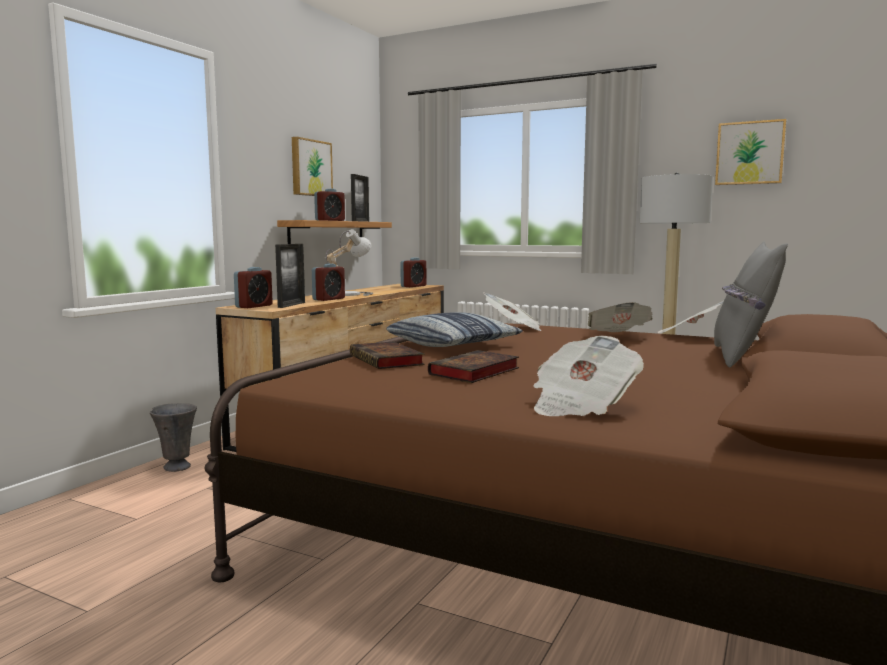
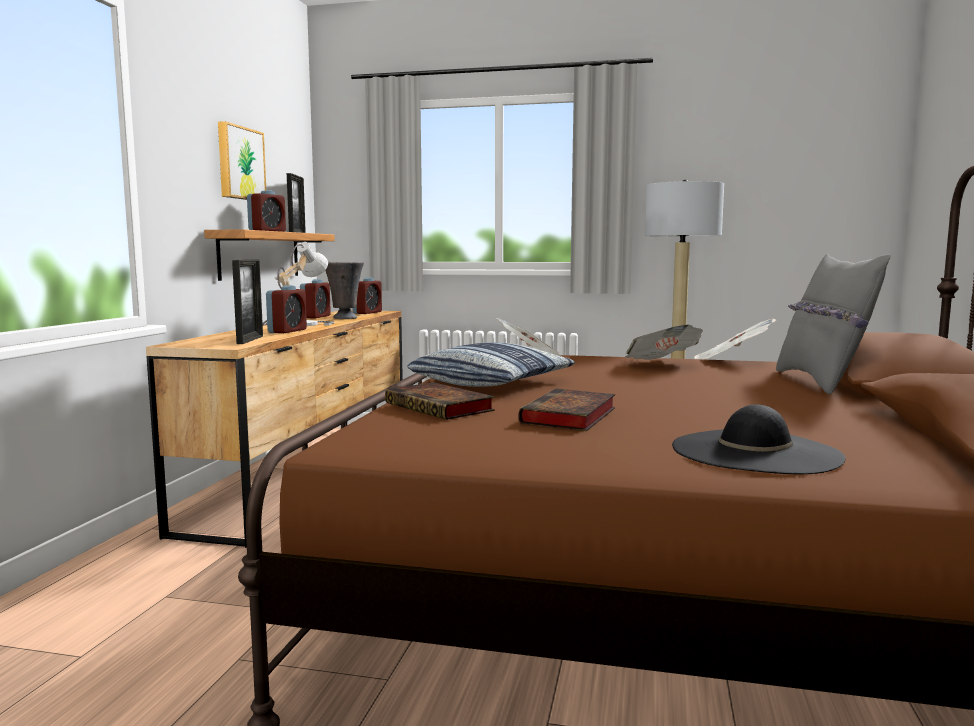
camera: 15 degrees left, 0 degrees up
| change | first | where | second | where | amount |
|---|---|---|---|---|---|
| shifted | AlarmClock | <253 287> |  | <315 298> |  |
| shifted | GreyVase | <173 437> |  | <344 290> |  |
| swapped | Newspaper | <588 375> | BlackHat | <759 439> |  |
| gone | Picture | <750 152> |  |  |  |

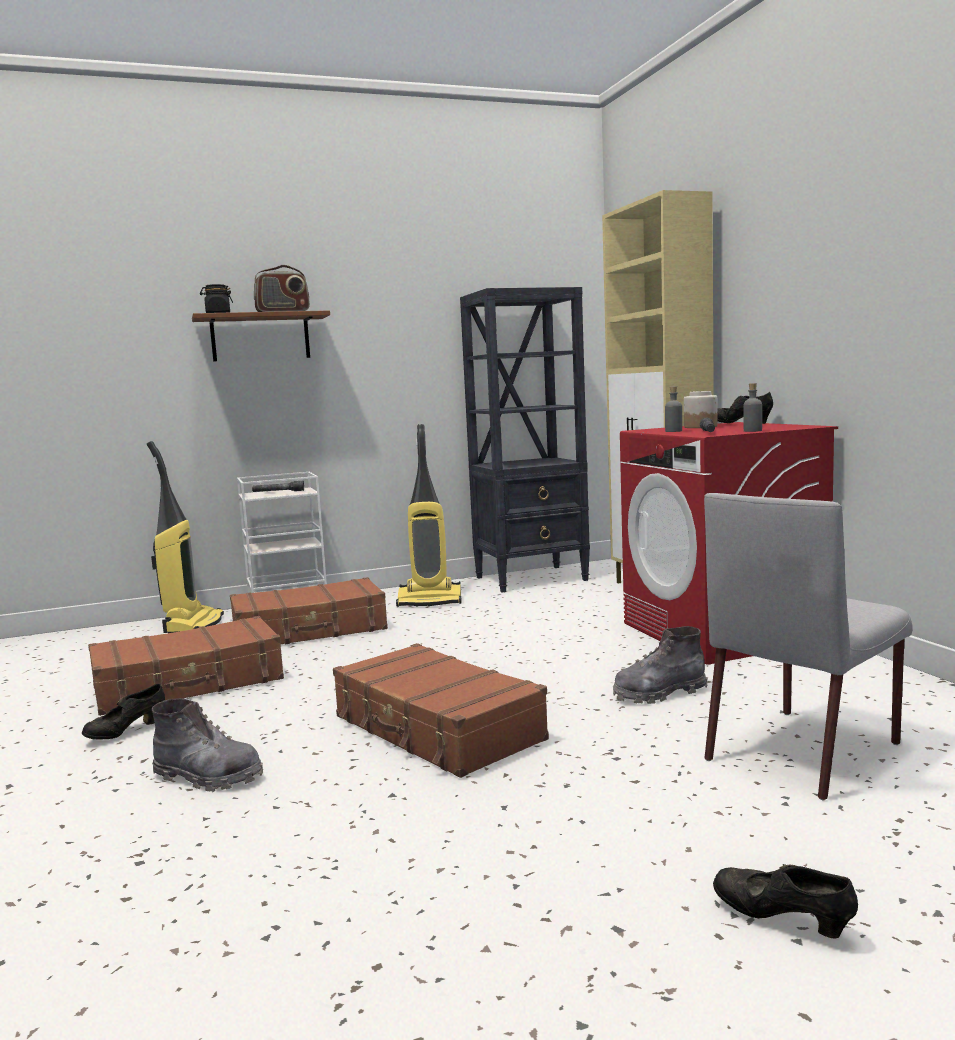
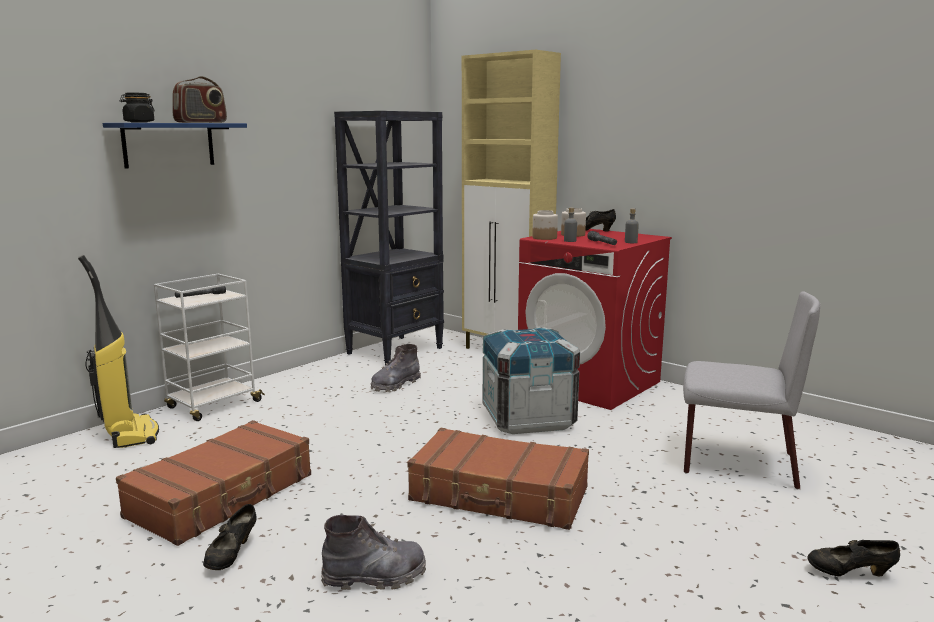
camera: 30 degrees left, 5 degrees up
| change | first | where | second | where | amount |
|---|---|---|---|---|---|
| repainted | BrownShelf | <261 335> | BlueShelf | <175 145> |  |
| shifted | GreyBoot | <660 665> |  | <396 368> |  |
| new |  |  | Crate | <531 380> |  |
| new |  |  | Jar | <545 225> |  |
| rotated | GreyChair | <808 646> |  | <751 390> | 90 degrees counterclockwise |
| gone | BrownSuitcase | <309 611> |  |  |  |
| gone | VacuumCleaner | <429 515> |  |  |  |

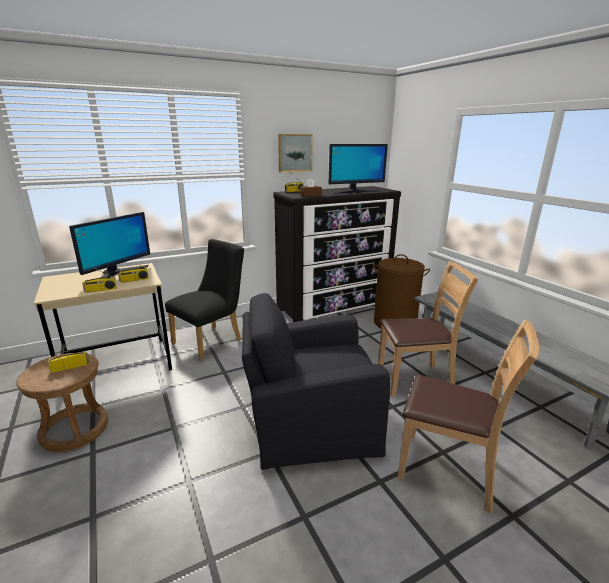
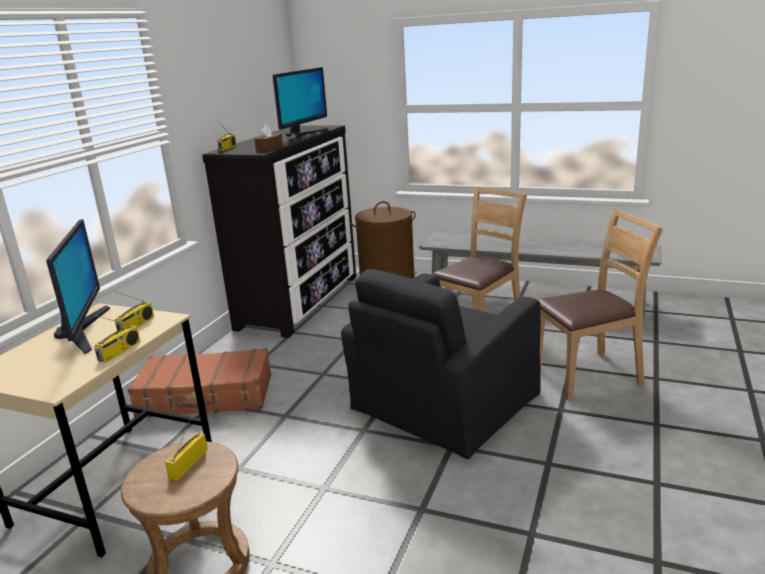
camera: 40 degrees left, 0 degrees up
| change | first | where | second | where | amount |
|---|---|---|---|---|---|
| swapped | BlackChair | <204 300> | BrownSuitcase | <199 382> |  |
| gone | Picture | <295 153> |  |  |  |

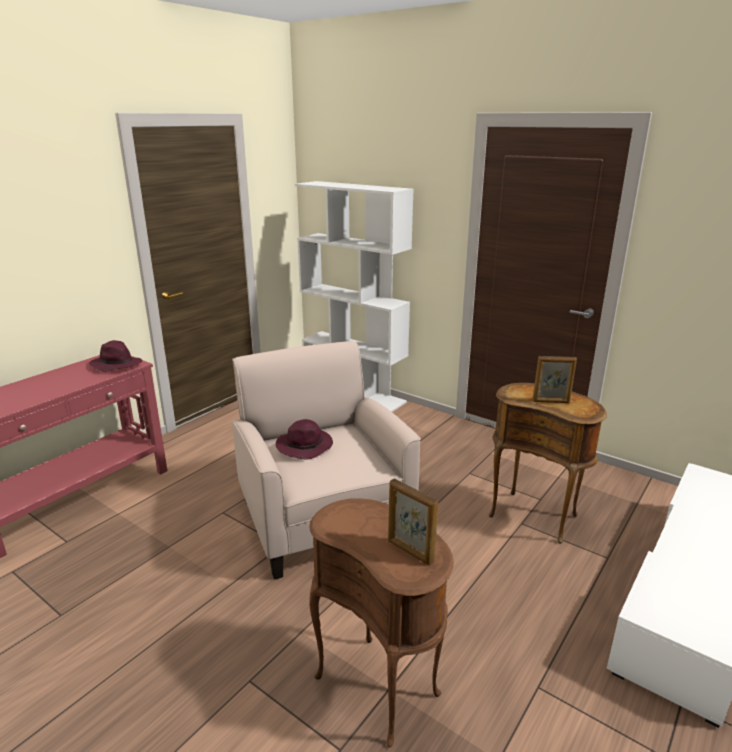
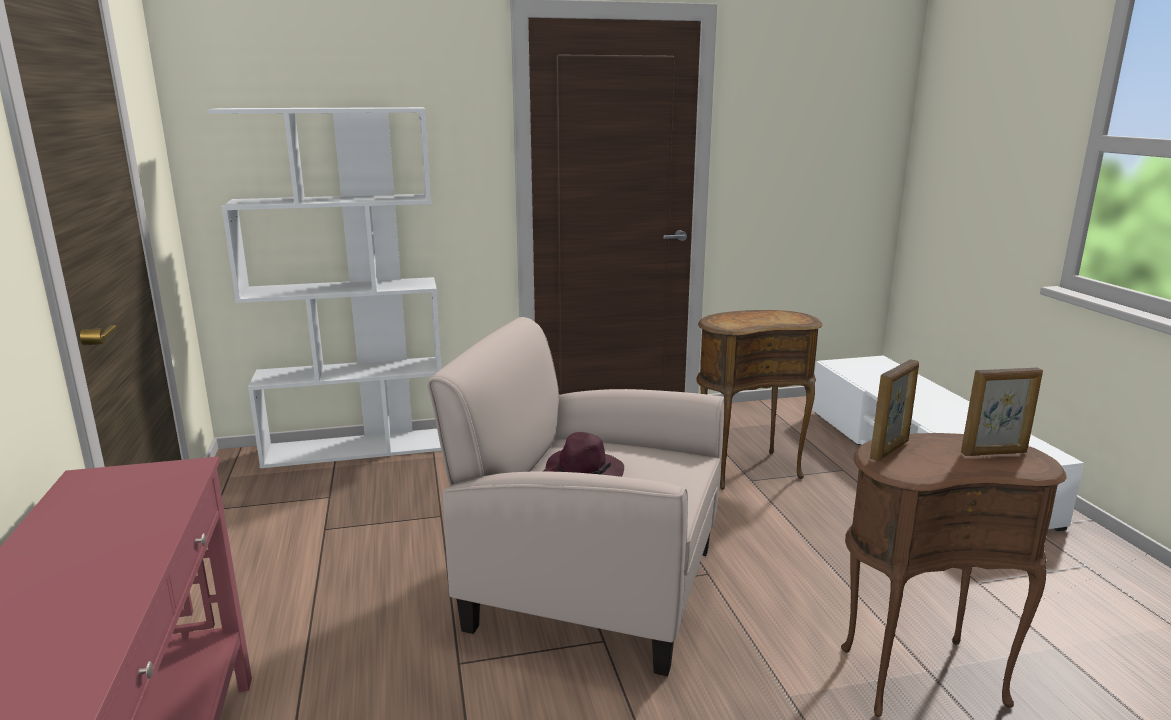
camera: 50 degrees left, 5 degrees down
| change | first | where | second | where | amount |
|---|---|---|---|---|---|
| shifted | PictureFrame | <555 379> |  | <894 410> |  |
| gone | PurpleHat | <115 356> |  |  |  |

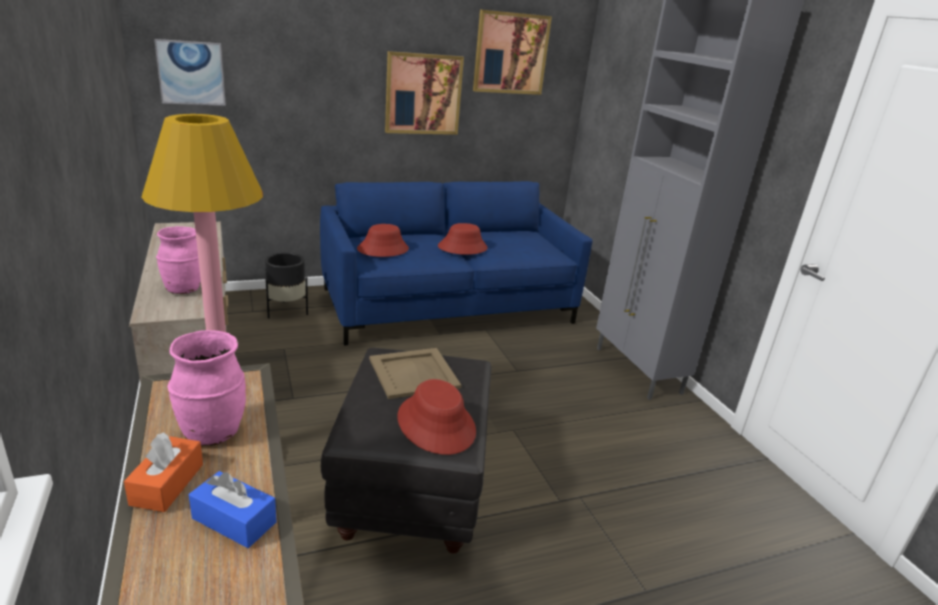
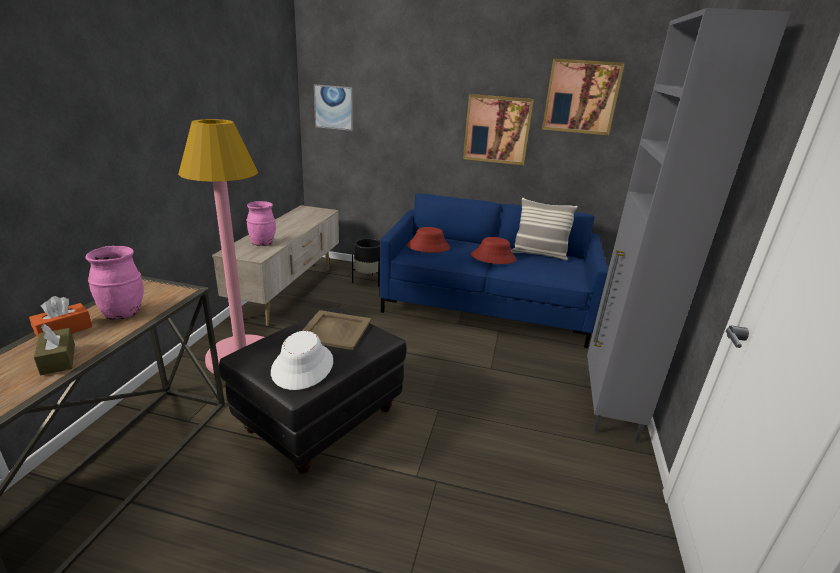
camera: 35 degrees right, 0 degrees up
| change | first | where | second | where | amount |
|---|---|---|---|---|---|
| repainted | BlueTissueBox | <233 509> | BrownTissueBox | <54 349> |  |
| repainted | RedHat | <436 417> | WhiteHat | <302 360> |  |
| new |  |  | Pillow | <545 229> |  |

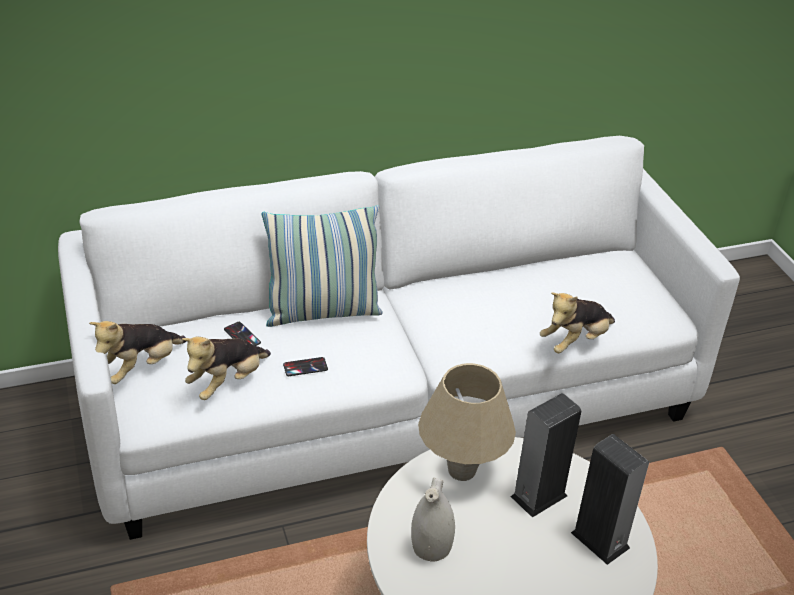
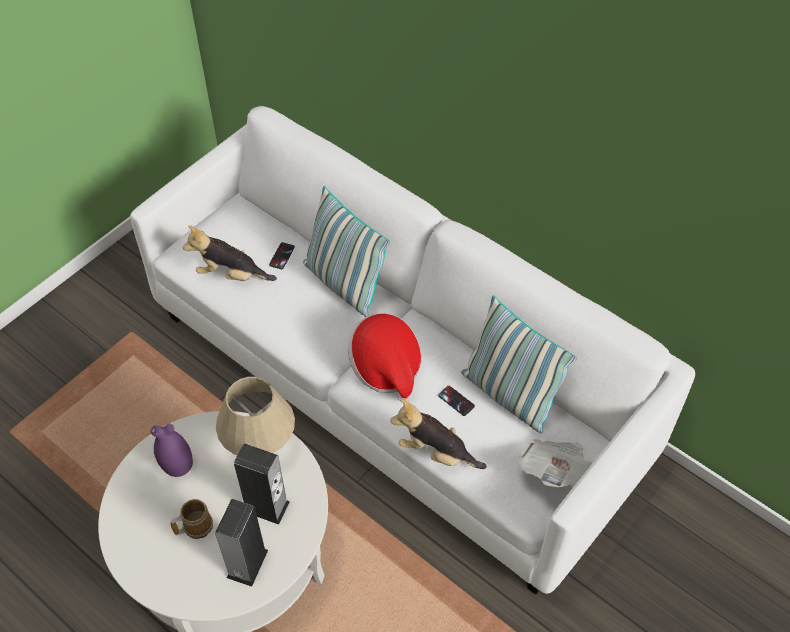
camera: 60 degrees right, 15 degrees up
| change | first | where | second | where | amount |
|---|---|---|---|---|---|
| repainted | WhiteVase | <433 520> | PurpleVase | <171 450> |  |
| new |  |  | Mug | <191 519> |  |
| new |  |  | Hat | <384 357> |  |
| shifted | Phone | <305 366> |  | <456 401> |  |
| new |  |  | Pillow | <519 364> |  |
| new |  |  | Newspaper | <555 463> |  |
| gone | PlushToy | <137 352> |  |  |  |

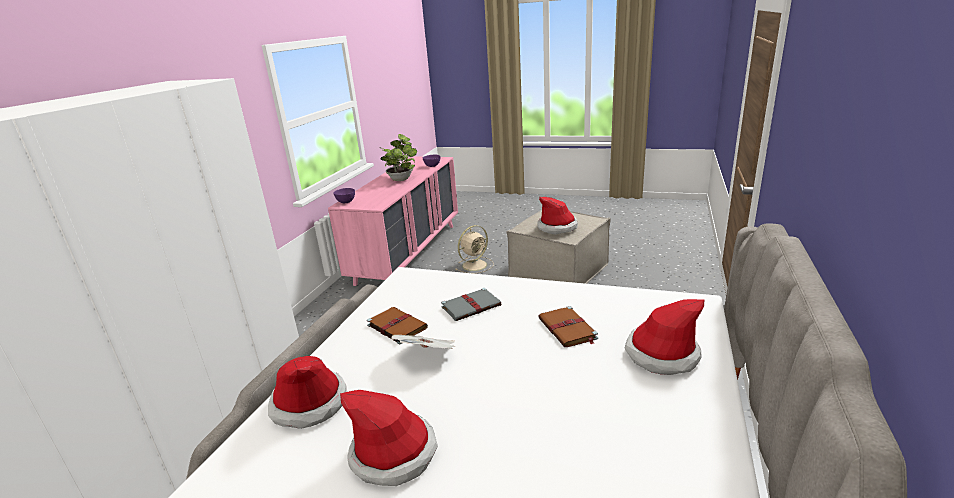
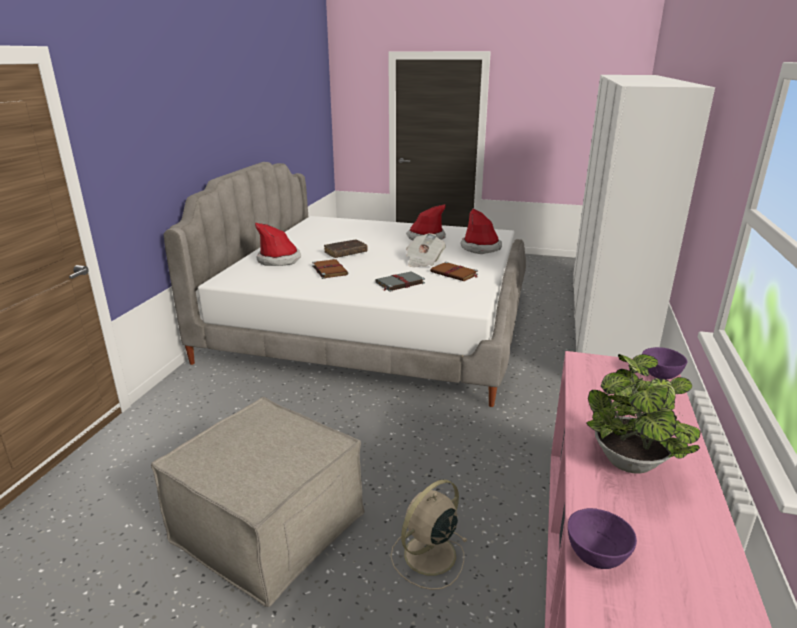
camera: 175 degrees right, 0 degrees up
| change | first | where | second | where | amount |
|---|---|---|---|---|---|
| new |  |  | BrownBook | <346 248> |  |
| gone | Hat | <558 215> |  |  |  |

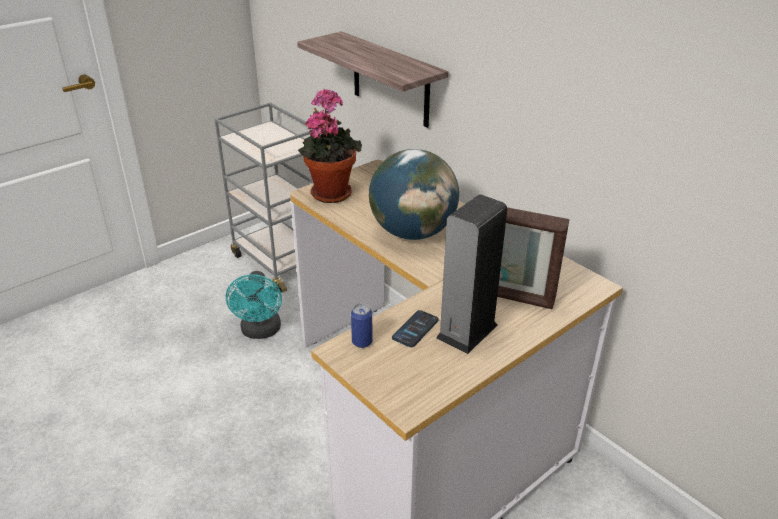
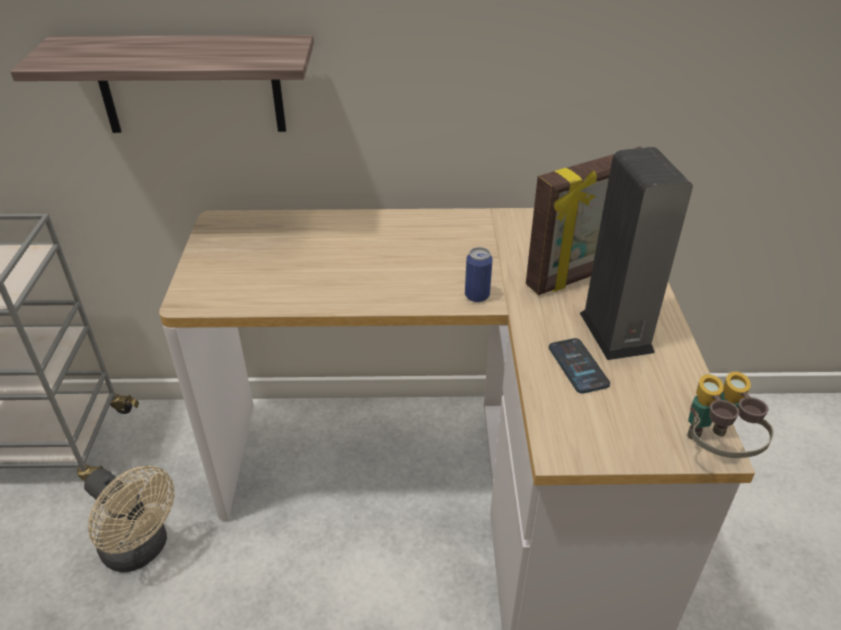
camera: 50 degrees left, 5 degrees up
| change | first | where | second | where | amount |
|---|---|---|---|---|---|
| repainted | TurquoiseFan | <254 305> | BeigeFan | <129 519> |  |
| shifted | Can | <362 325> |  | <479 274> |  |
| new |  |  | Binoculars | <730 415> |  |
| gone | PottedPlant | <330 146> |  |  |  |
| gone | Globe | <414 194> |  |  |  |

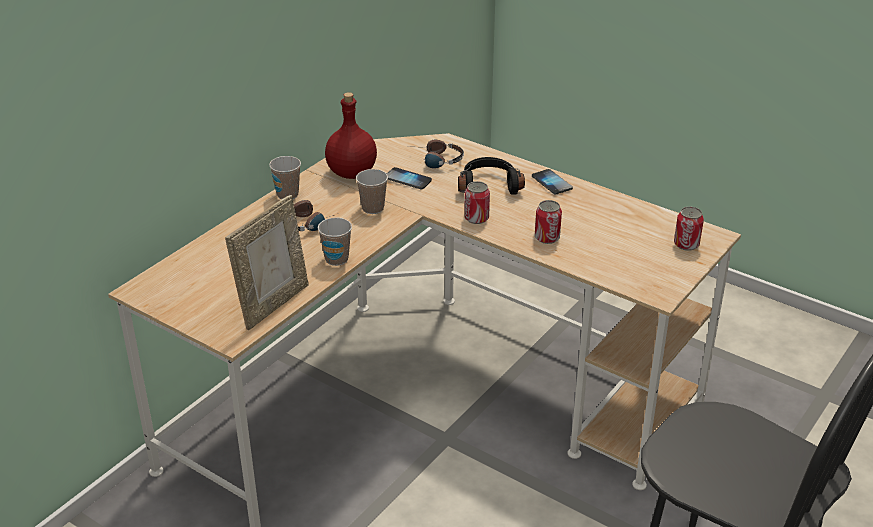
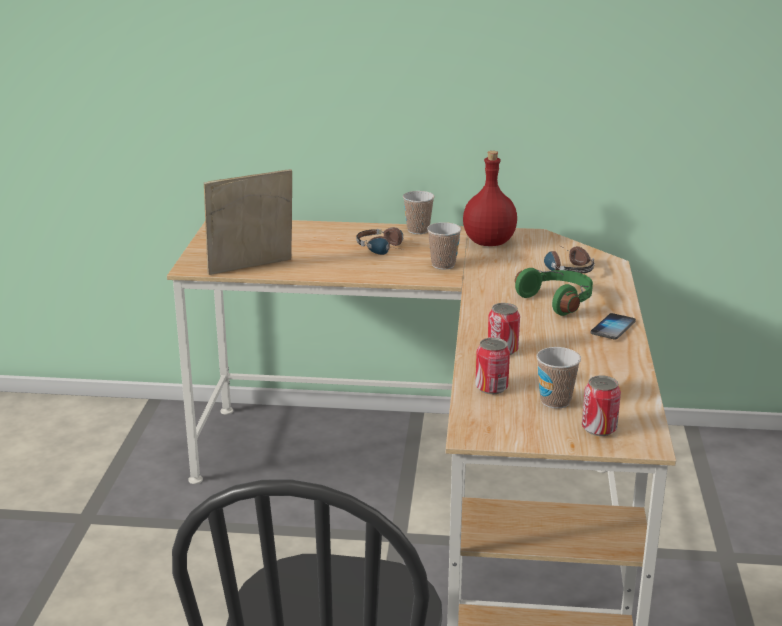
camera: 60 degrees right, 10 degrees down
| change | first | where | second | where | amount |
|---|---|---|---|---|---|
| rotated | PictureFrame | <267 262> |  | <248 222> | 150 degrees clockwise |
| shifted | Can | <477 202> |  | <492 366> |  |
| repainted | BlackHeadphones | <491 175> | GreenHeadphones | <554 292> |  |
| shifted | Cup | <335 242> |  | <558 378> |  |
| gone | Phone | <409 178> |  |  |  |

